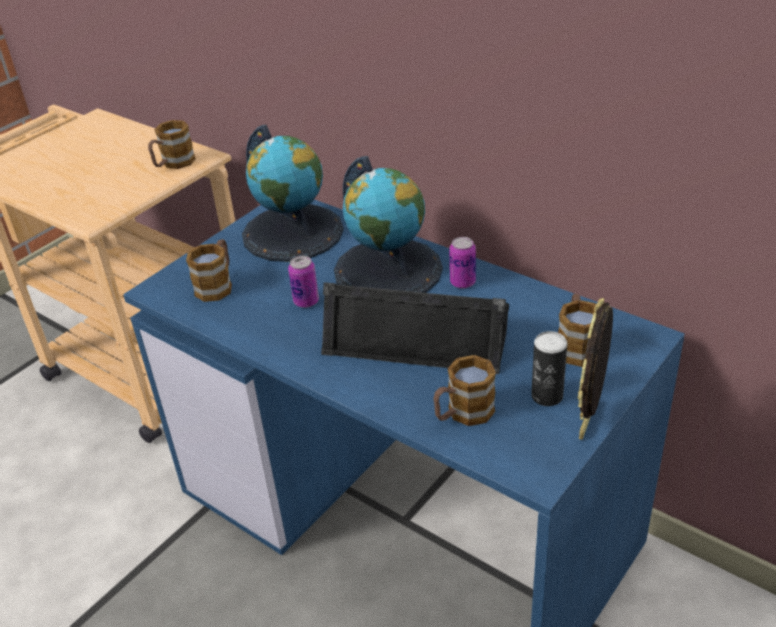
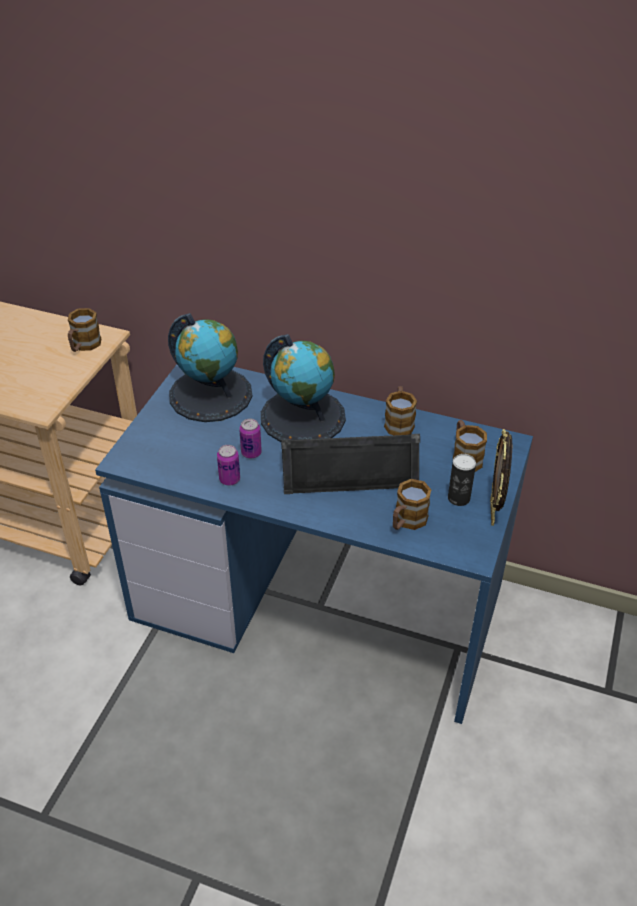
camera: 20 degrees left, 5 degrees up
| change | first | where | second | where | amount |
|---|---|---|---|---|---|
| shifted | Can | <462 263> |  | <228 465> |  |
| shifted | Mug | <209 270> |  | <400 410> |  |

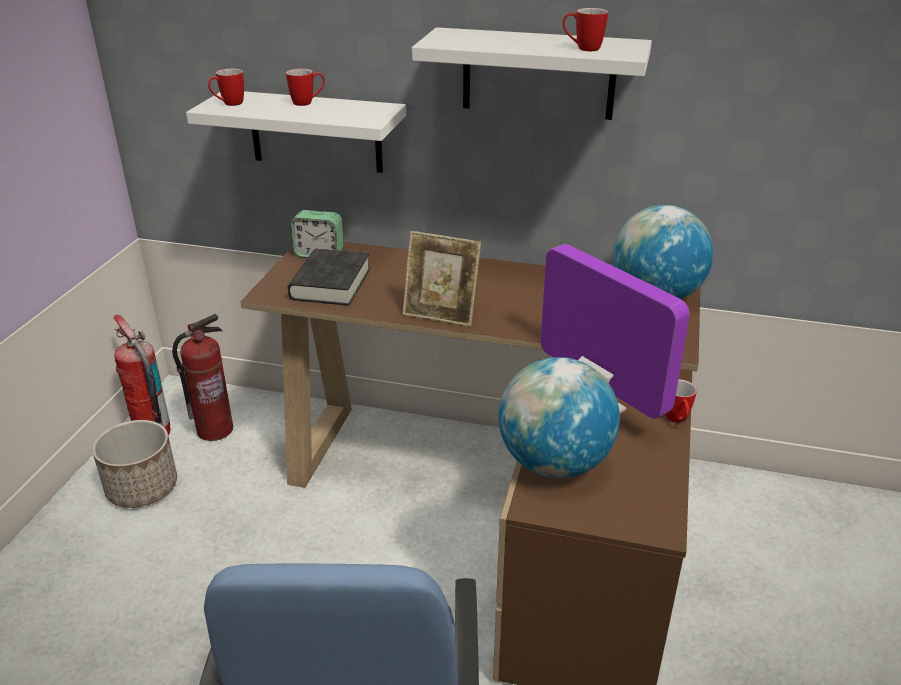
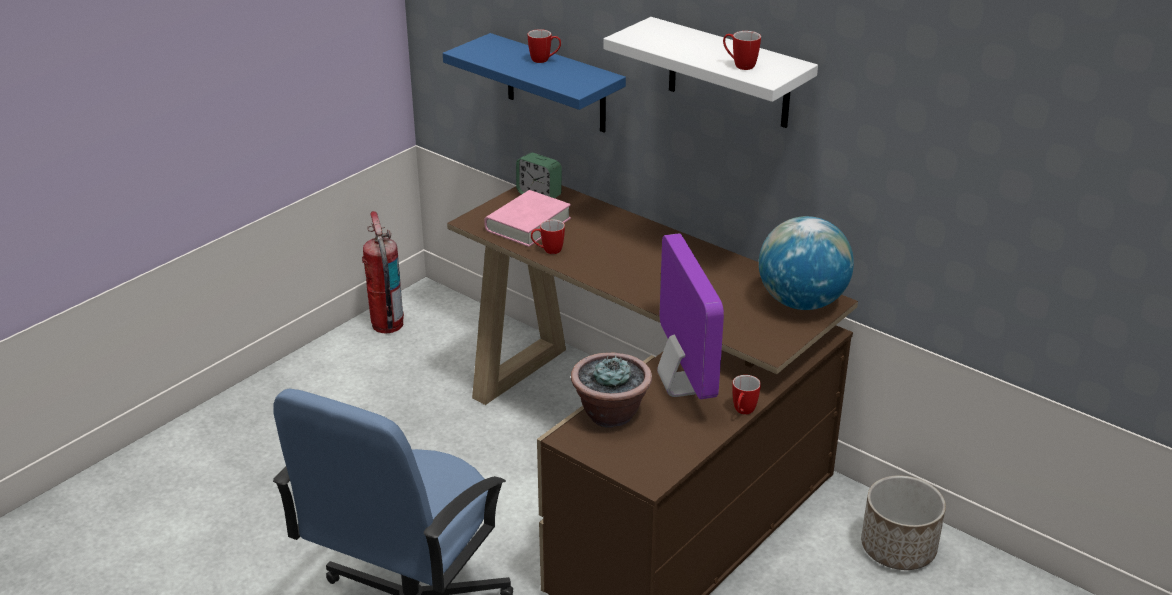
camera: 25 degrees right, 0 degrees up
| change | first | where | second | where | amount |
|---|---|---|---|---|---|
| repainted | WhiteShelf | <296 132> | BlueShelf | <534 82> |  |
| repainted | BlackBook | <328 277> | PinkBook | <527 218> |  |
| shifted | Mug | <226 87> |  | <548 237> |  |
| swapped | Globe | <559 417> | PottedPlant | <611 390> |  |
| shifted | Planter | <134 464> |  | <903 522> |  |
| gone | FireExtinguisher | <202 377> |  |  |  |
| gone | PictureFrame | <442 279> |  |  |  |

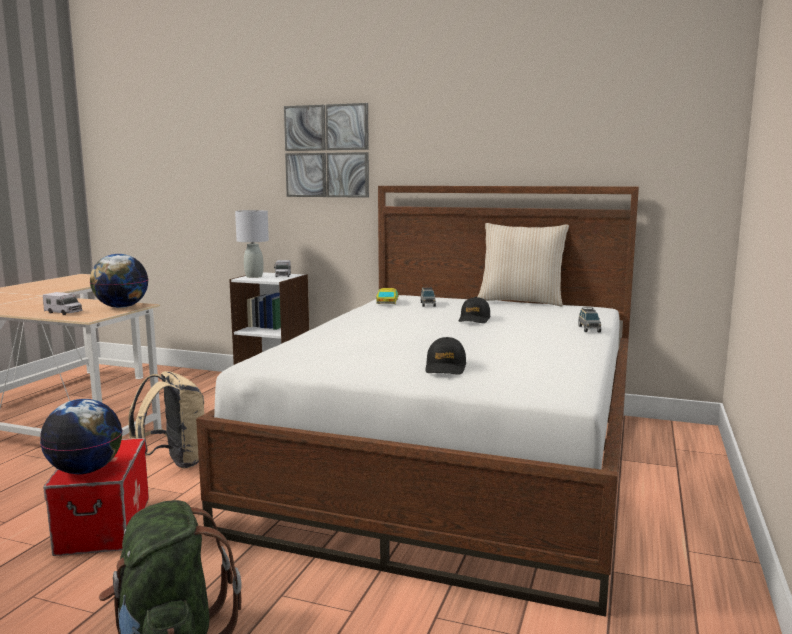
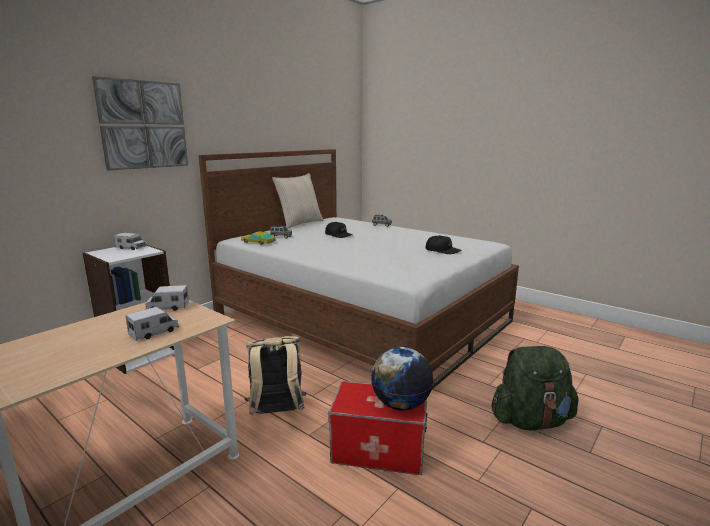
camera: 70 degrees left, 5 degrees up
| change | first | where | second | where | amount |
|---|---|---|---|---|---|
| swapped | Globe | <119 281> | ToyTruck | <167 298> |  |
| gone | GreyTableLamp | <252 244> |  |  |  |

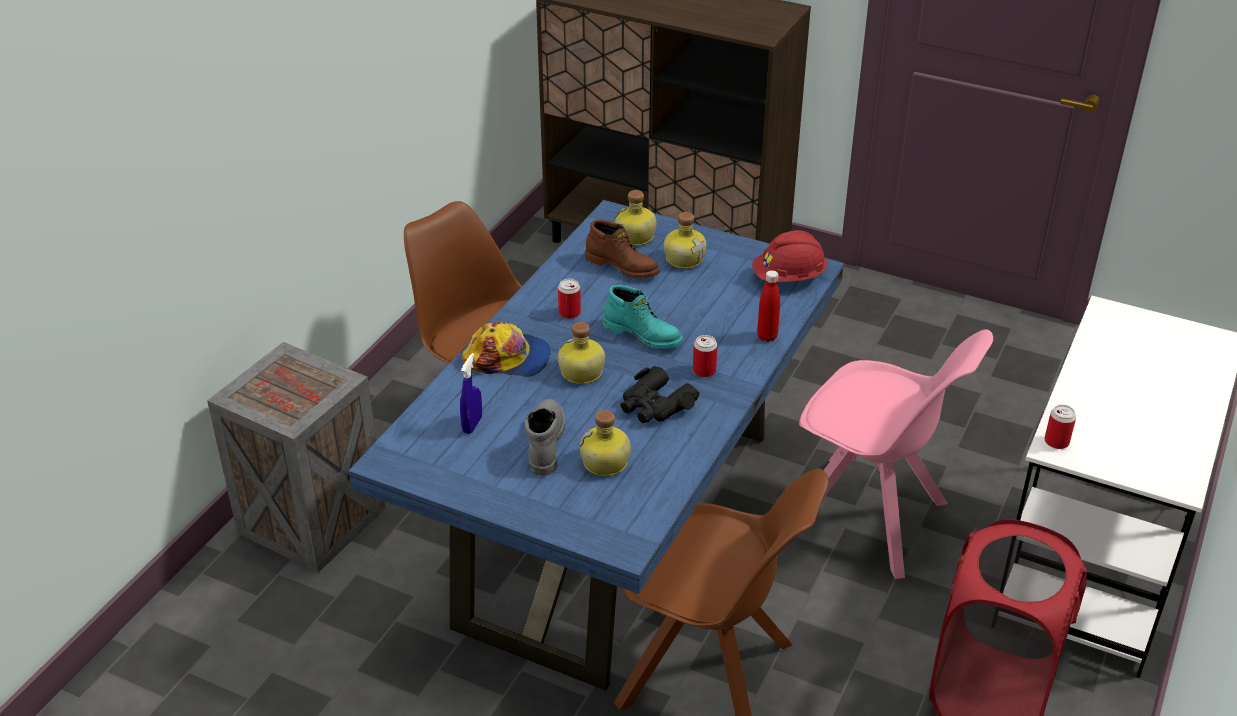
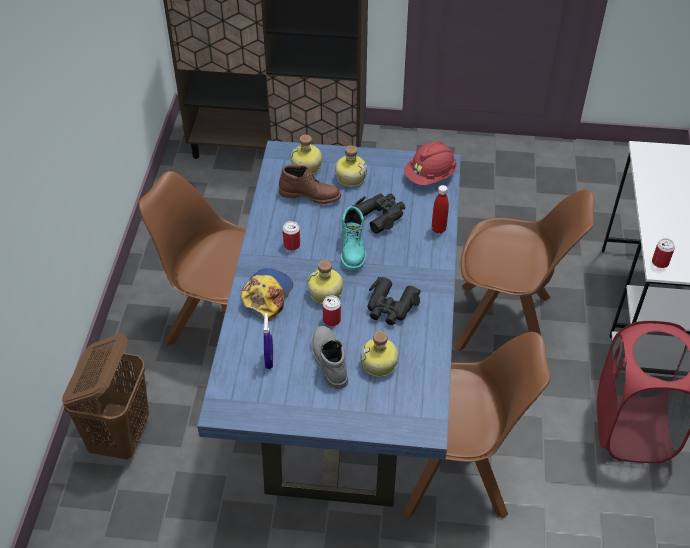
camera: 20 degrees left, 10 degrees up
| change | first | where | second | where | amount |
|---|---|---|---|---|---|
| swapped | Crate | <296 457> | BrownLaundryBasket | <105 396> |  |
| rotated | Cap | <506 349> |  | <267 294> | 60 degrees counterclockwise |
| shifted | Can | <705 356> |  | <332 310> |  |
| rotated | TurquoiseBoot | <643 317> |  | <353 238> | 75 degrees clockwise |
| new |  |  | BlackBinoculars | <378 213> |  |
| repainted | PinkChair | <896 454> | BrownChair | <523 270> |  |

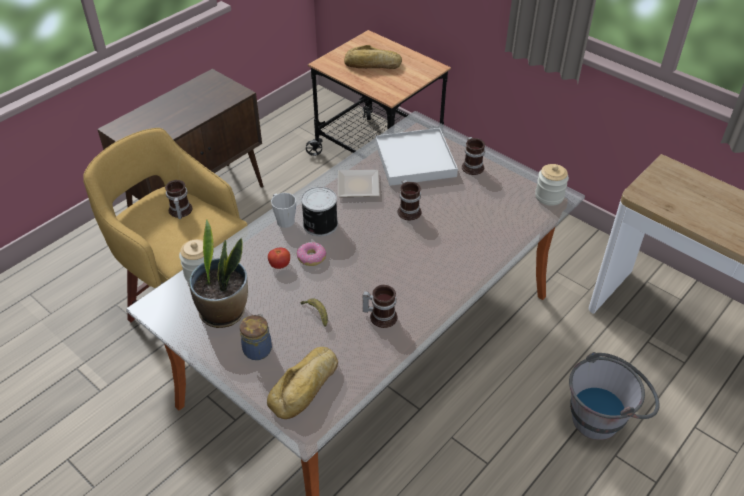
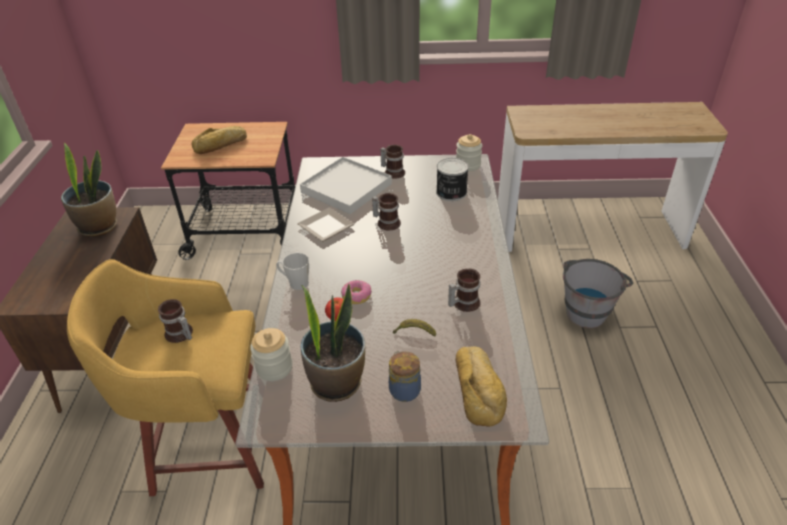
camera: 40 degrees left, 5 degrees down
| change | first | where | second | where | amount |
|---|---|---|---|---|---|
| new |  |  | PottedPlant | <89 190> |  |
| shifted | Can | <319 211> |  | <452 179> |  |

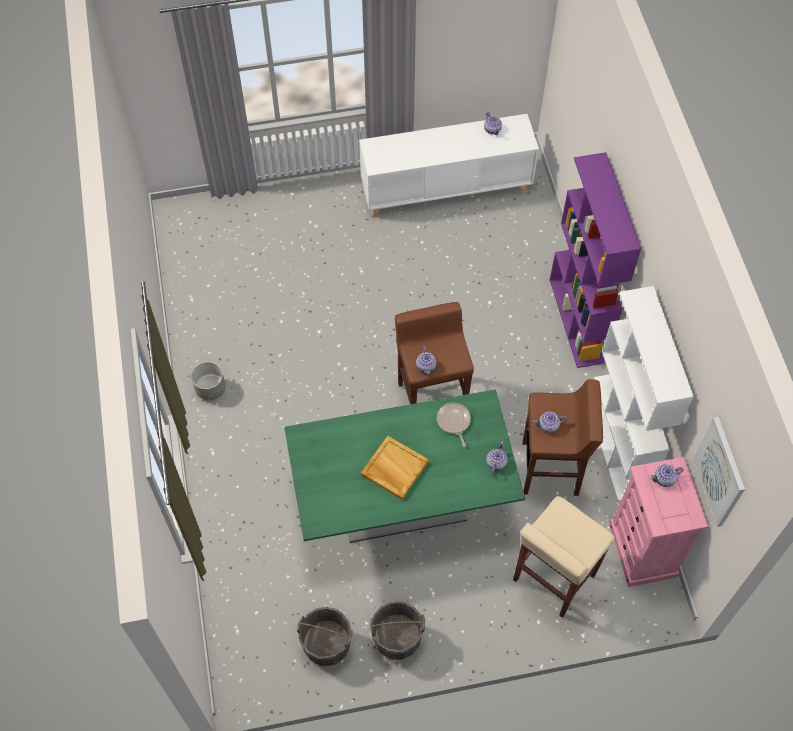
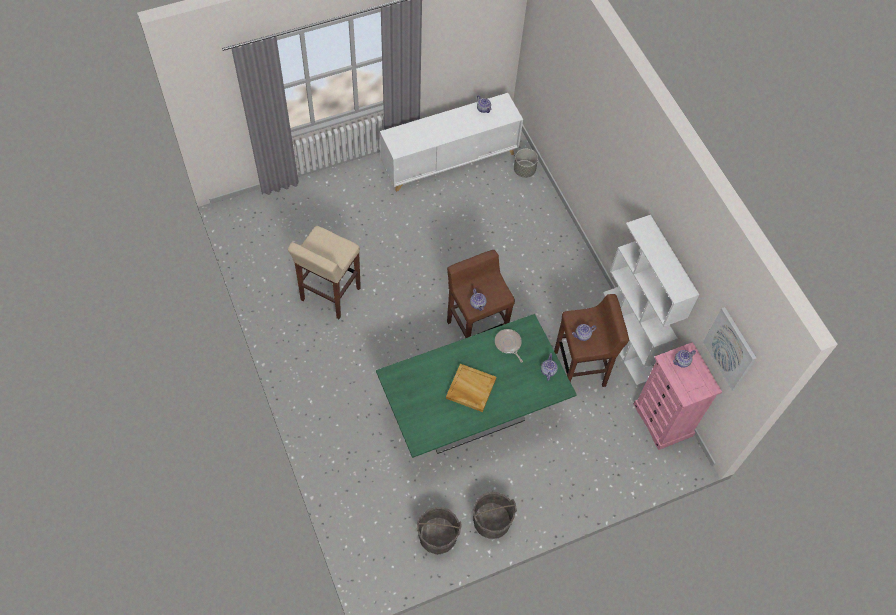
camera: 15 degrees left, 0 degrees up
| change | first | where | second | where | amount |
|---|---|---|---|---|---|
| shifted | BeigeStool | <564 557> |  | <324 272> |  |
| shifted | GreyPlanter | <208 381> |  | <526 163> |  |
| gone | PurpleBookcase | <595 260> |  |  |  |

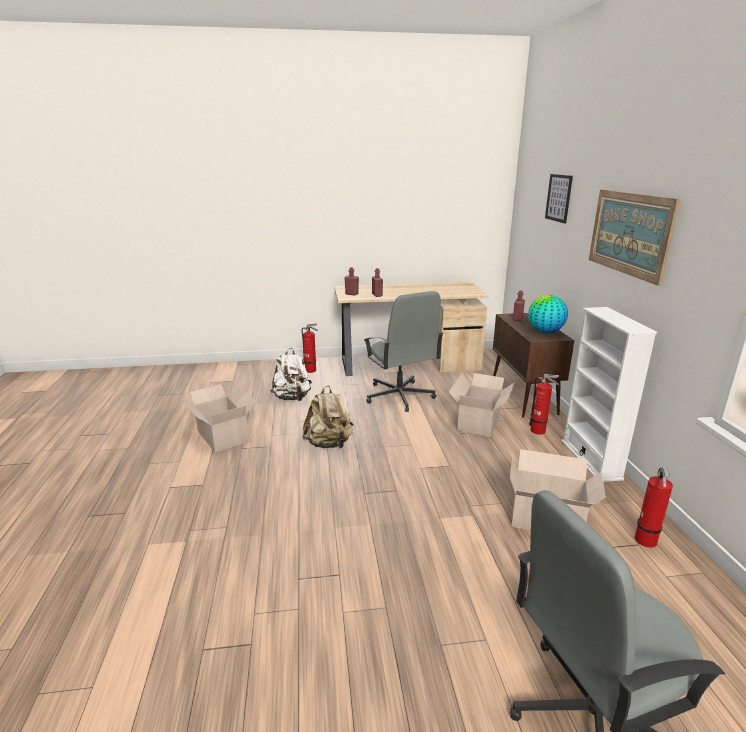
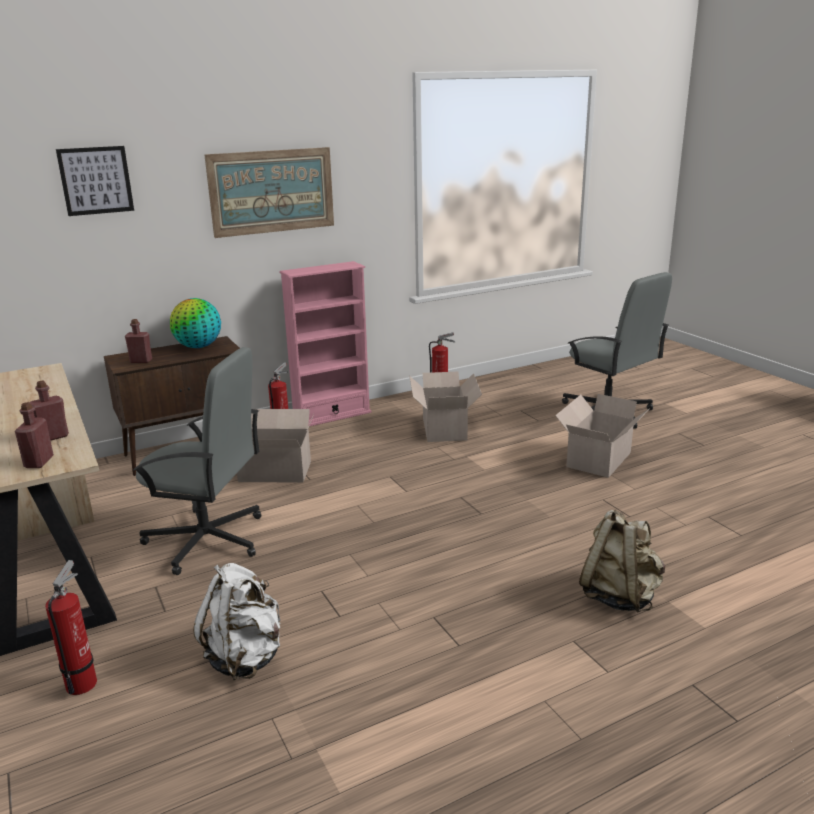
camera: 110 degrees left, 0 degrees up
| change | first | where | second | where | amount |
|---|---|---|---|---|---|
| rotated | GreyOfficeChair | <404 351> |  | <197 461> | 60 degrees clockwise |
| repainted | WhiteBookcase | <609 394> | PinkBookcase | <325 344> |  |
| shifted | CardboardBox | <218 418> |  | <602 436> |  |
| shifted | BeigeBackpack | <327 417> |  | <622 561> |  |

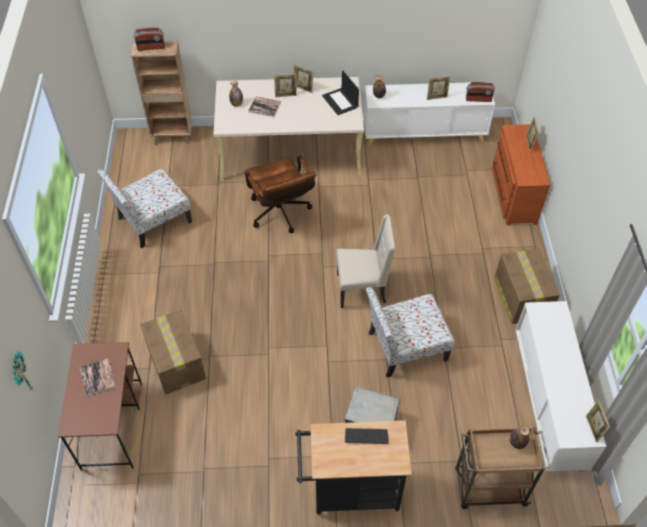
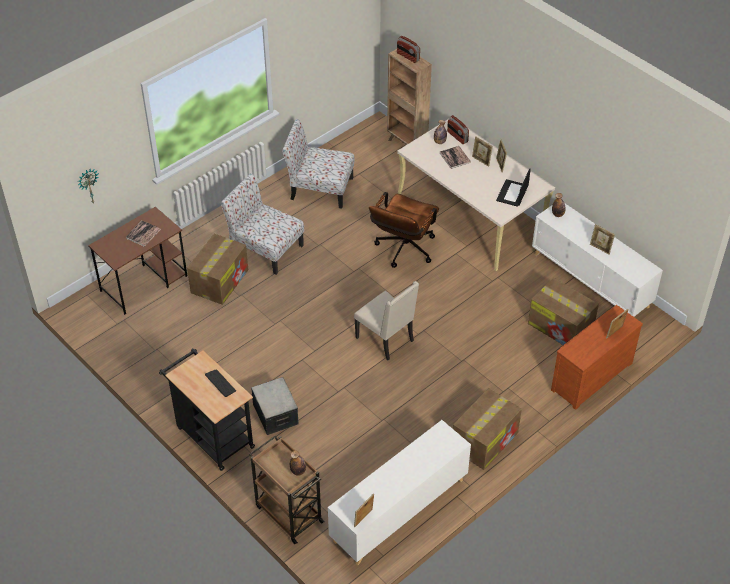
camera: 50 degrees right, 5 degrees down
| change | first | where | second | where | amount |
|---|---|---|---|---|---|
| shifted | Chair | <410 332> |  | <262 224> |  |
| shifted | Radio | <480 92> |  | <458 129> |  |
| new |  |  | CardboardBox | <563 311> |  |

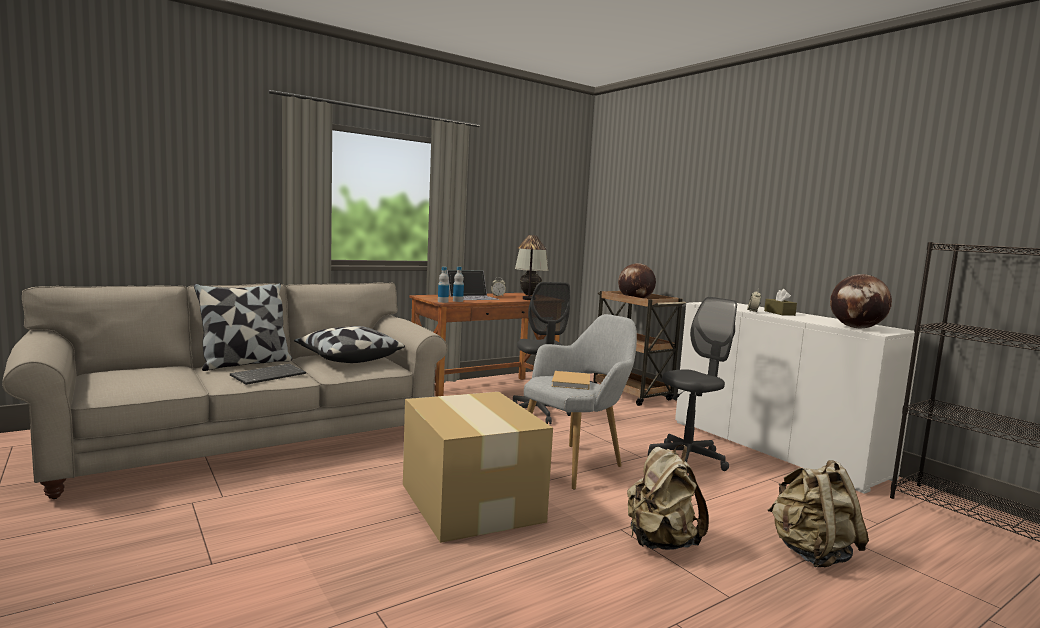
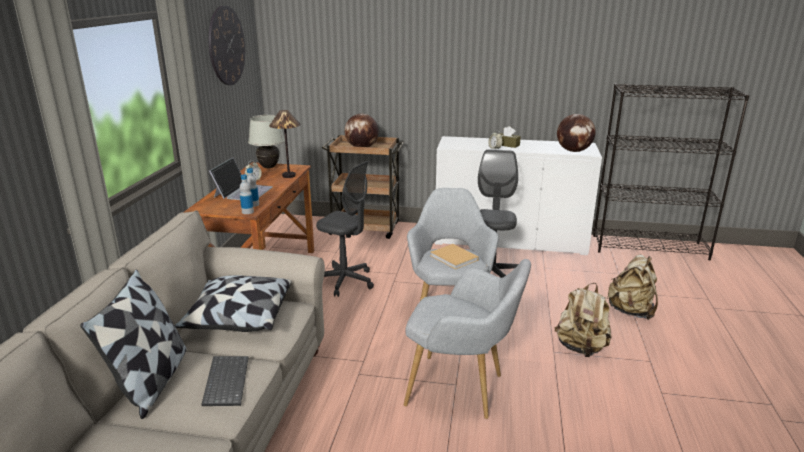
camera: 45 degrees left, 15 degrees up
| change | first | where | second | where | amount |
|---|---|---|---|---|---|
| new |  |  | WallClock | <227 45> |  |
| swapped | CardboardBox | <478 467> | GreyArmchair | <467 339> |  |

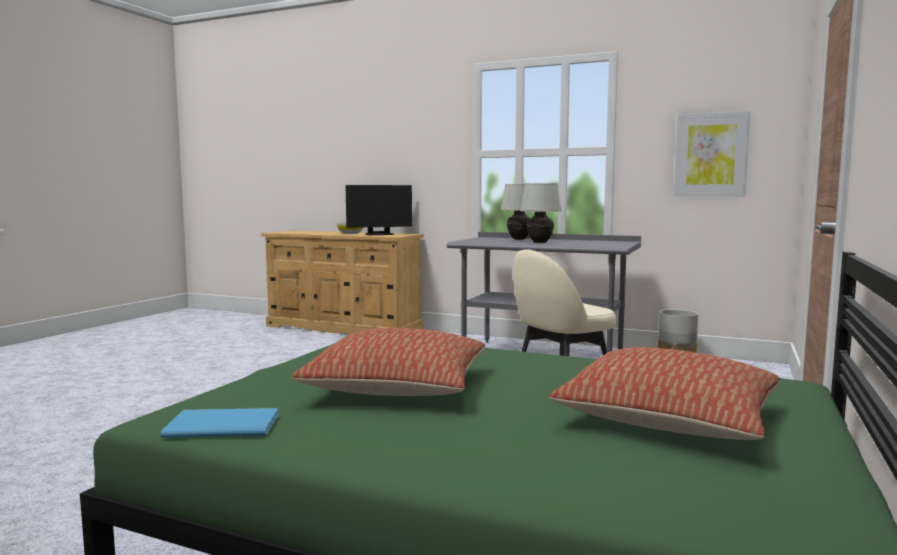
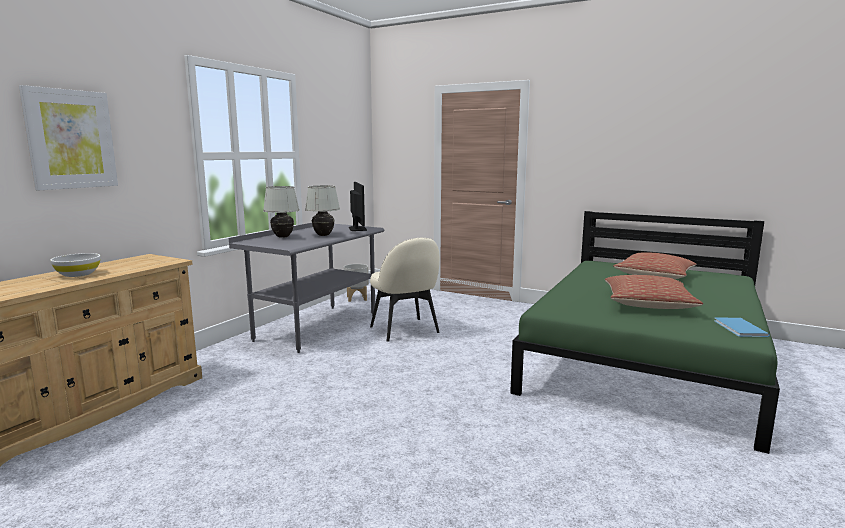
camera: 85 degrees left, 5 degrees up
| change | first | where | second | where | amount |
|---|---|---|---|---|---|
| shifted | Picture | <712 153> |  | <68 137> |  |
| shifted | Monitor | <379 210> |  | <358 206> |  |

